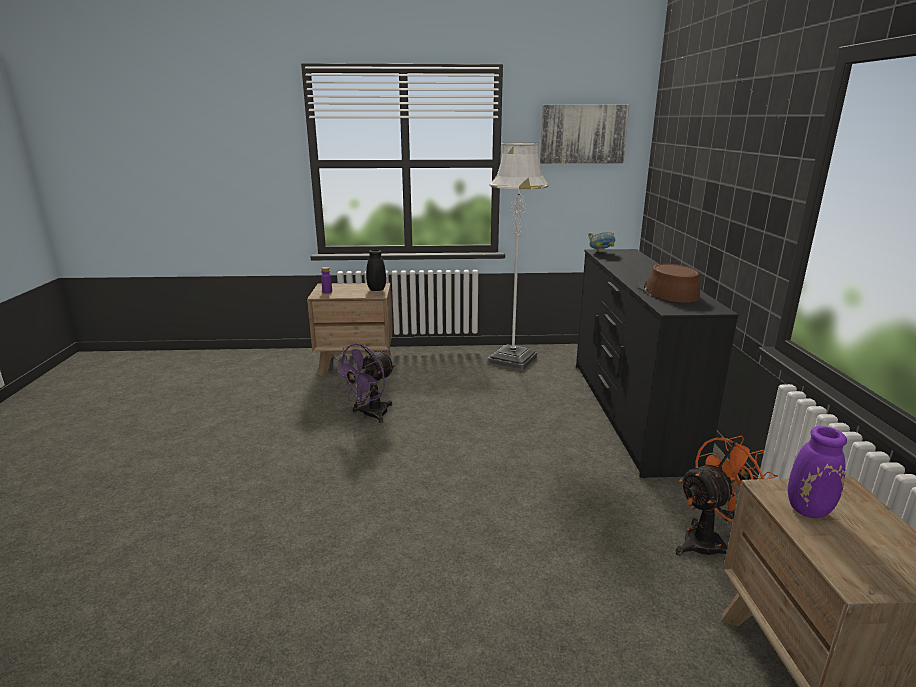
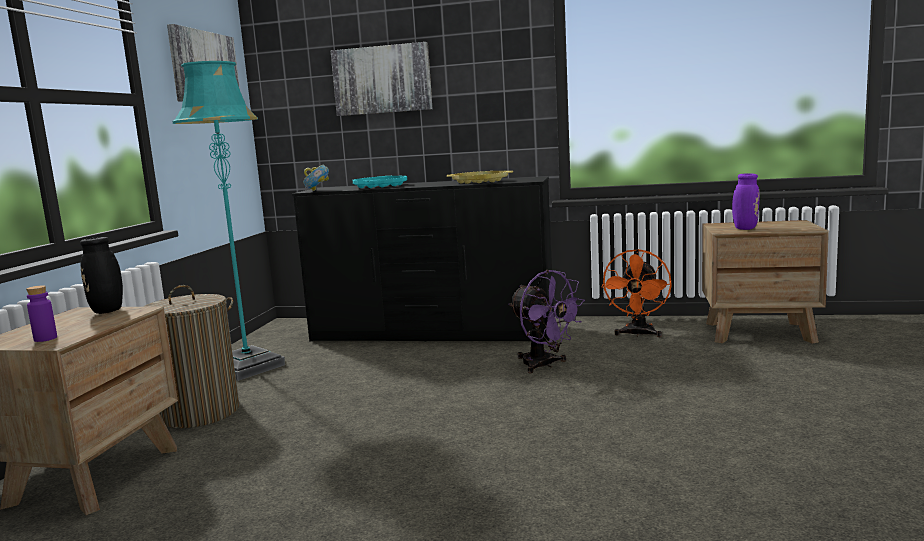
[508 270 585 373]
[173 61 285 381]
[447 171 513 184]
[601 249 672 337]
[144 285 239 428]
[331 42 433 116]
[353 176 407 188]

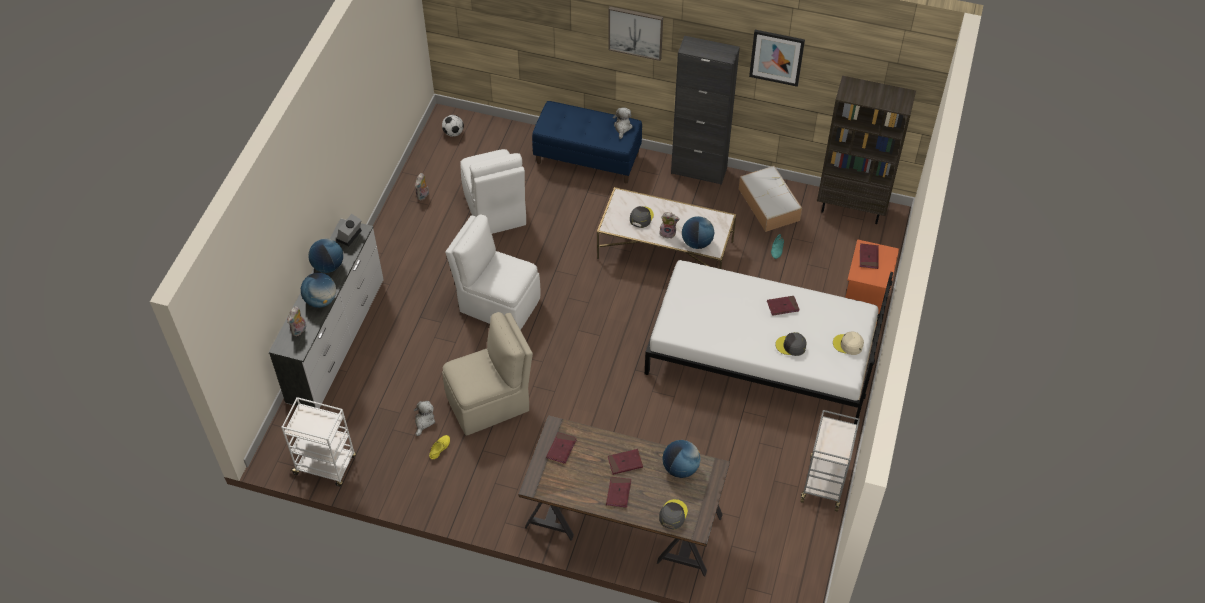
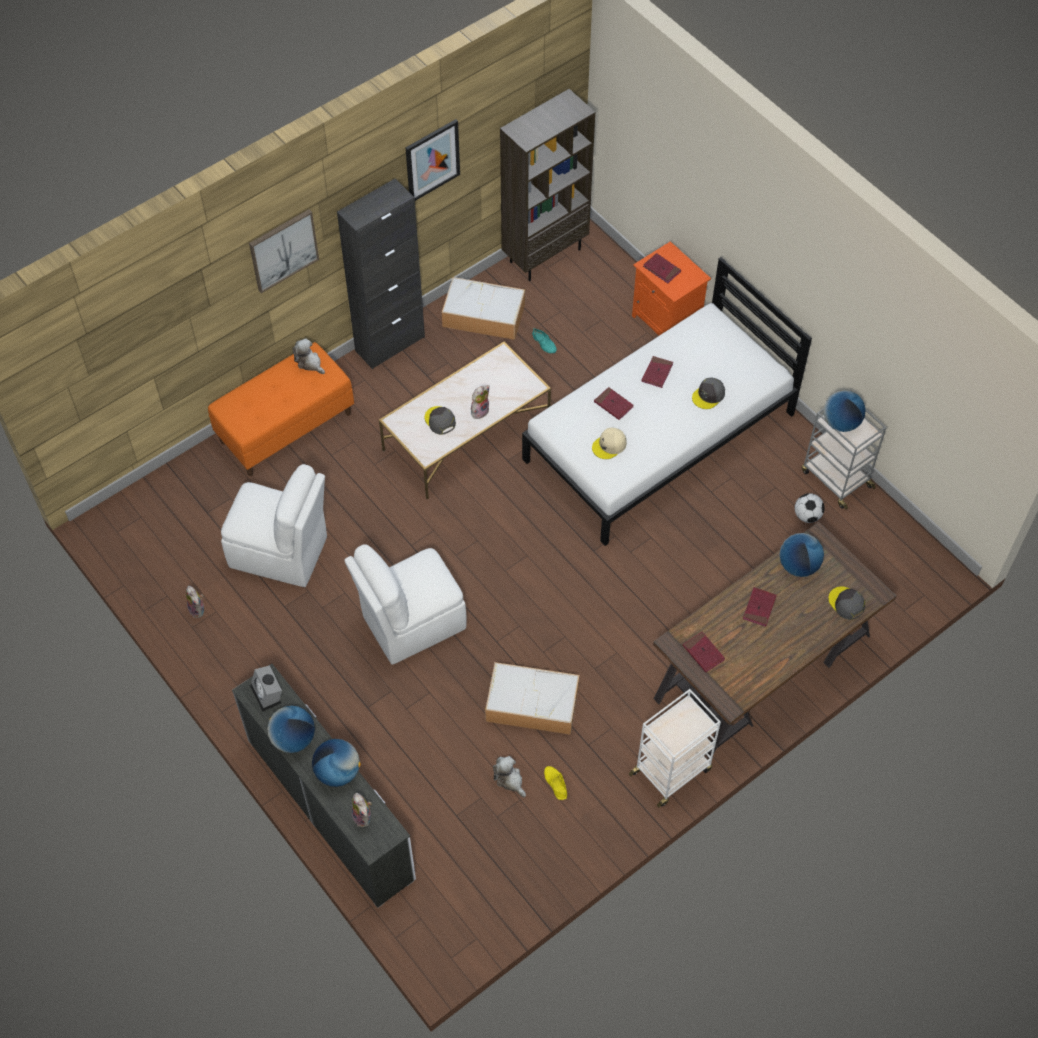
[629 689 721 808]
[795 493 825 523]
[485 662 579 735]
[208 342 354 476]
[594 387 633 420]
[823 390 866 432]
[592 428 627 459]

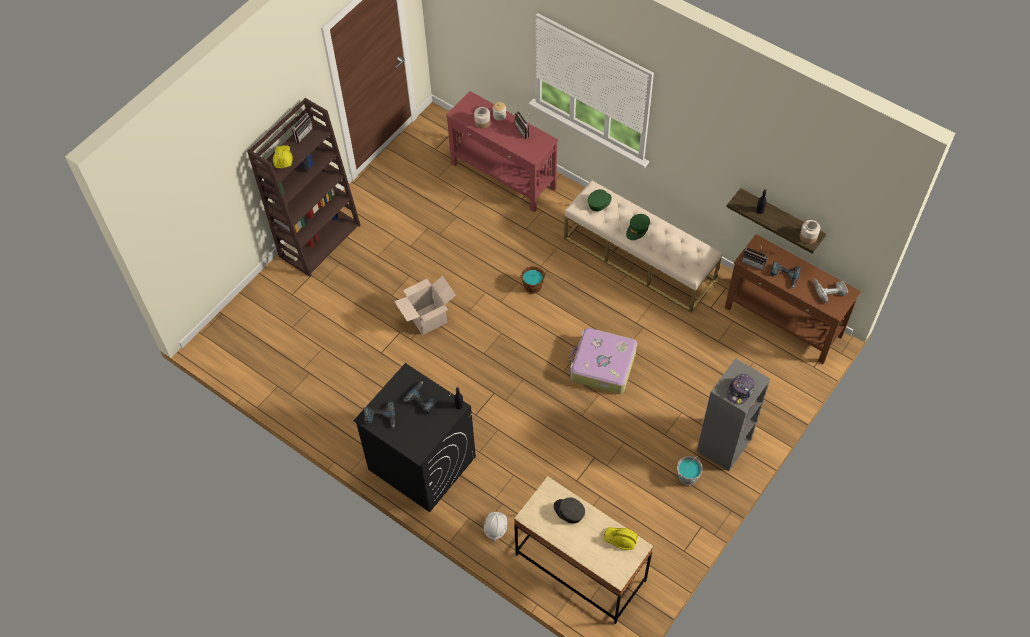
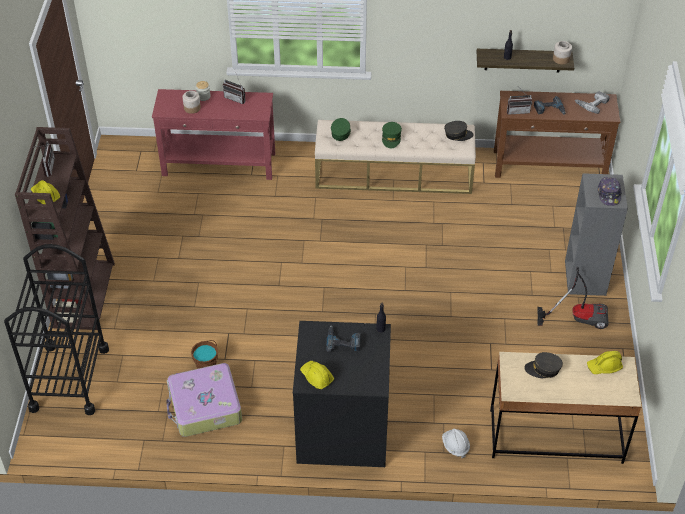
[300 361 334 389]
[394 276 456 335] (first image)
[191 340 218 369]
[166 363 242 437]
[537 267 609 329]
[4 244 109 415]
[444 121 473 141]

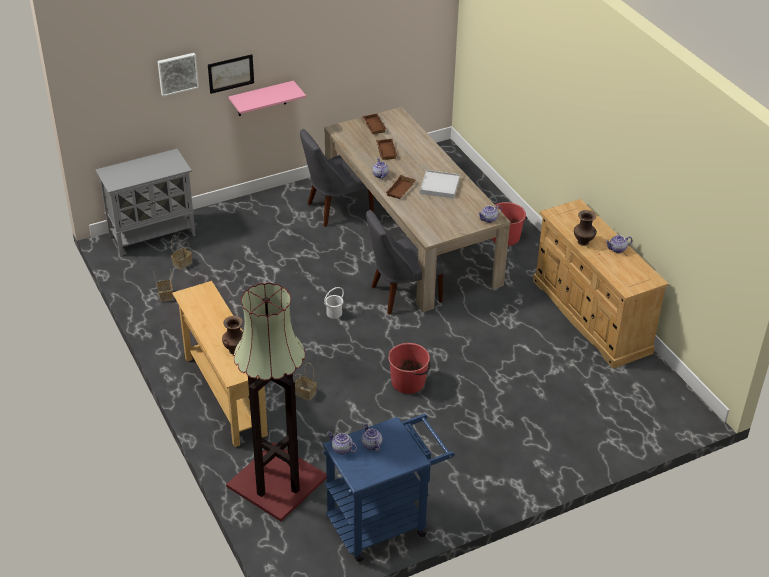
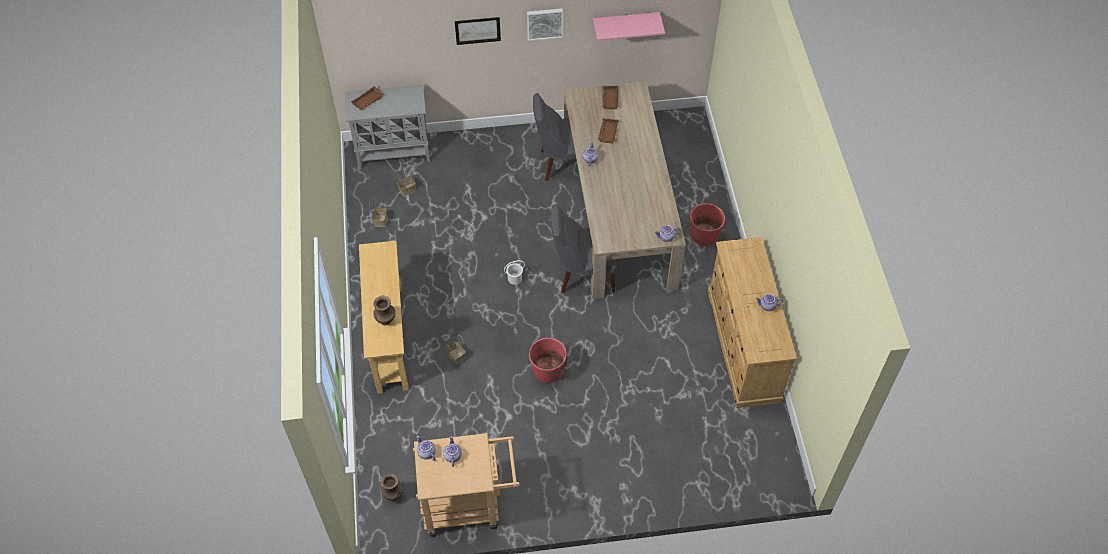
[527 8 563 41]
[226 283 327 521] (first image)
[593 12 665 41]
[413 433 520 537]
[351 86 384 110]
[420 170 460 199] (first image)
[381 473 403 500]

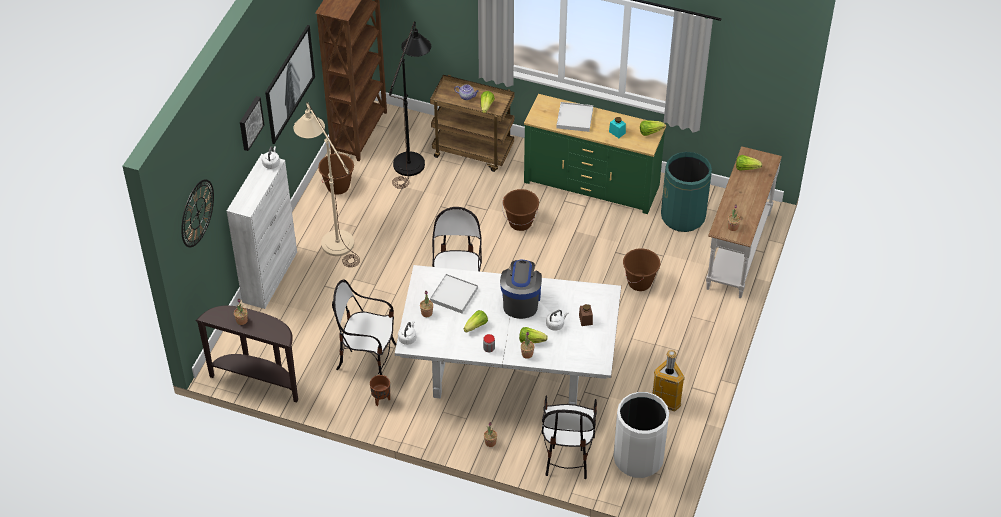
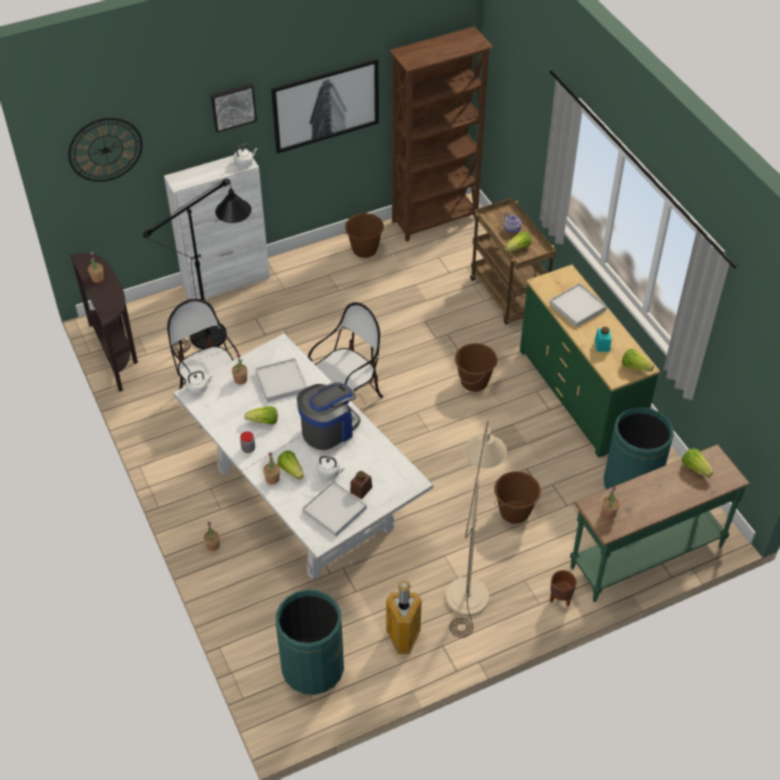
[446 422 507 638]
[550 570 577 606]
[143 179 252 353]
[542 395 597 479] (first image)
[276 589 344 695]
[570 444 750 602]
[302 481 367 537]

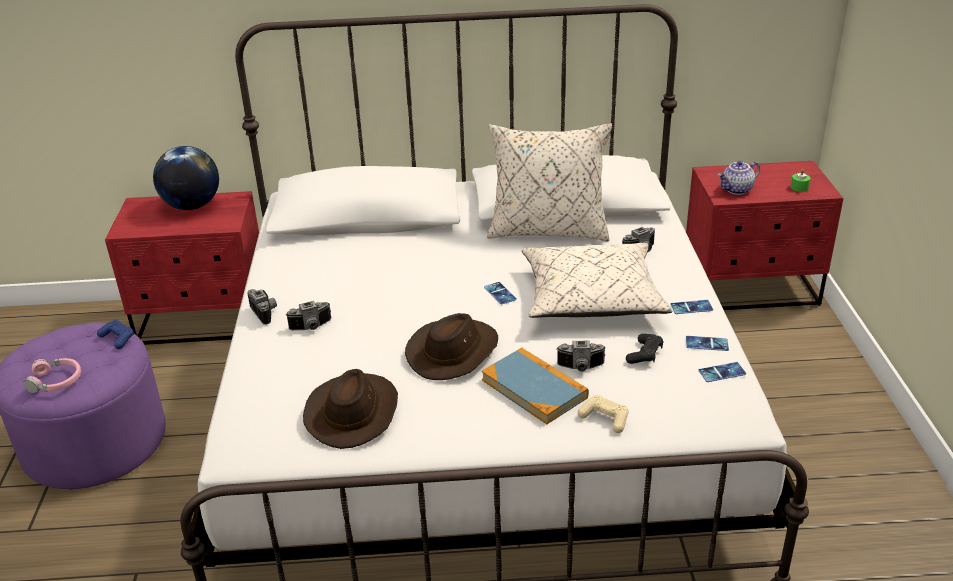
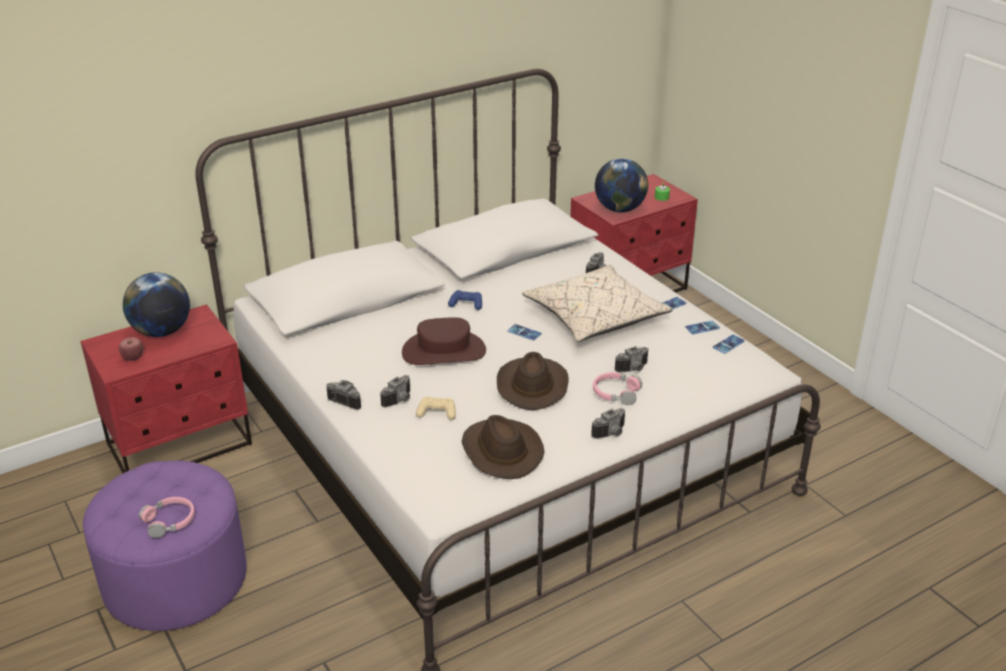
[448 290 482 310]
[593 372 642 405]
[487 123 612 242] (first image)
[416 396 456 420]
[626 334 663 364] (first image)
[595 158 648 212]
[119 337 143 361]
[402 317 486 365]
[591 408 625 439]

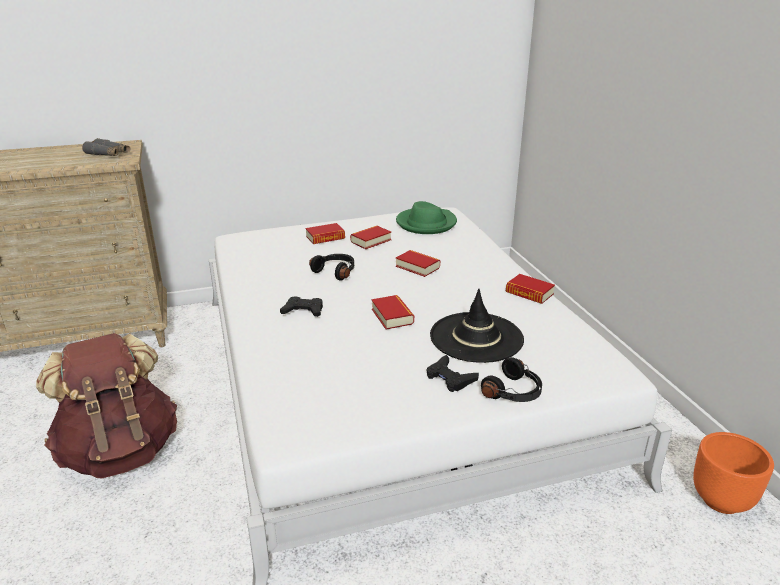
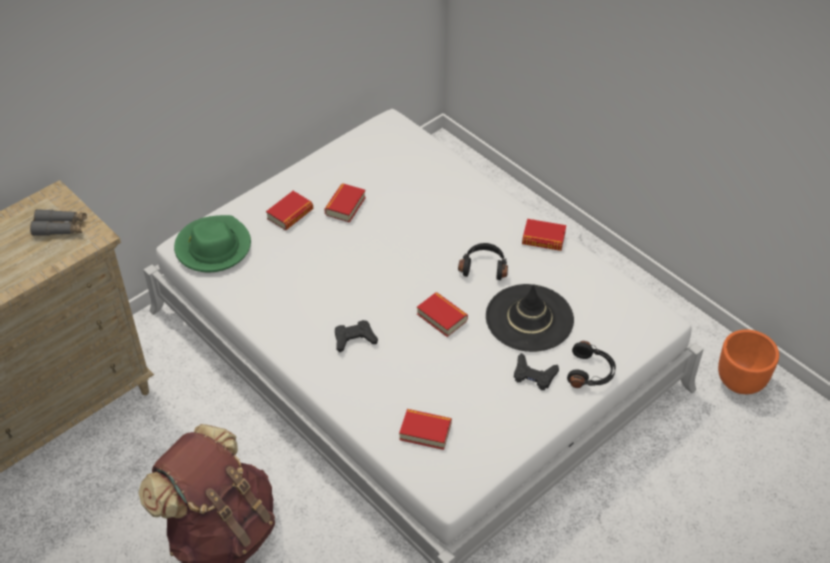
[458 243 508 280]
[174 215 251 272]
[399 409 452 450]

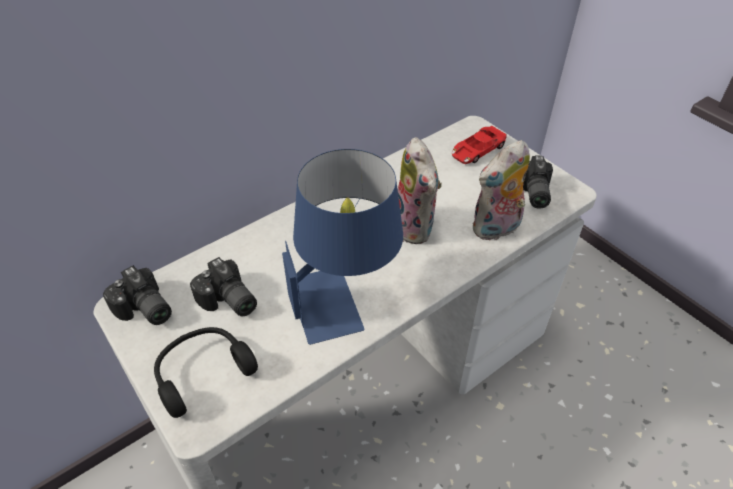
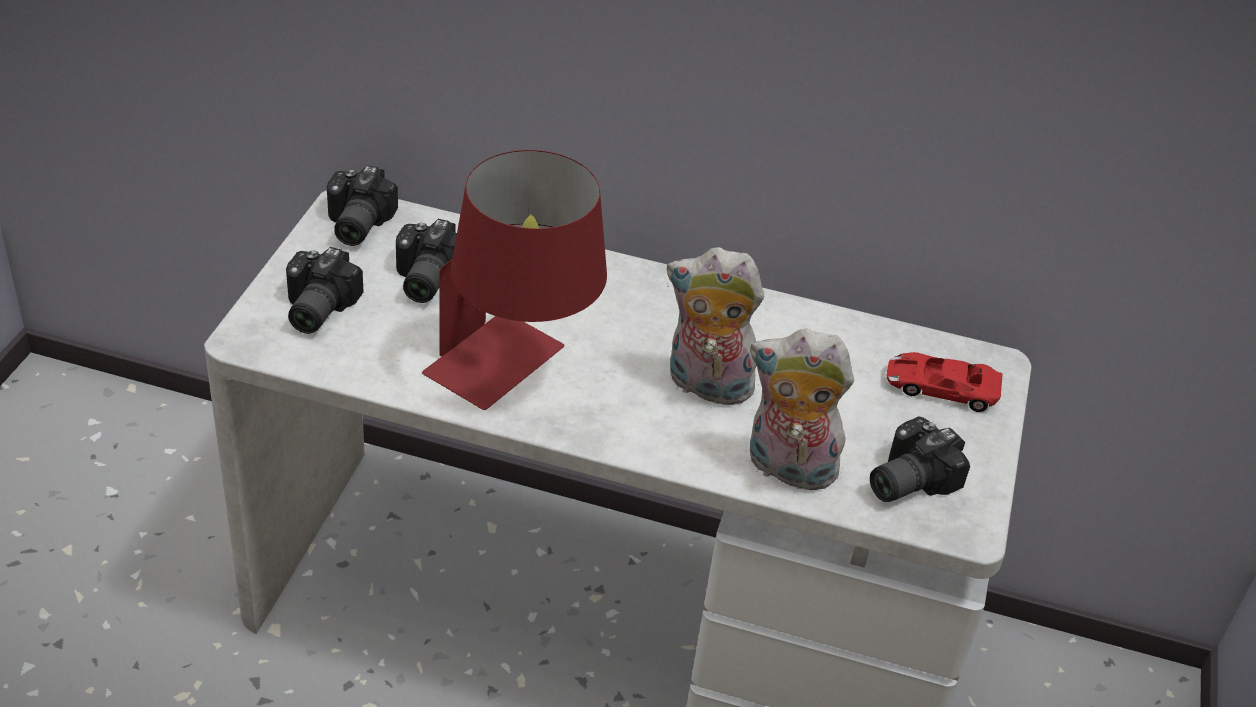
[286 247 364 334]
[422 150 607 410]
[667 247 764 405]

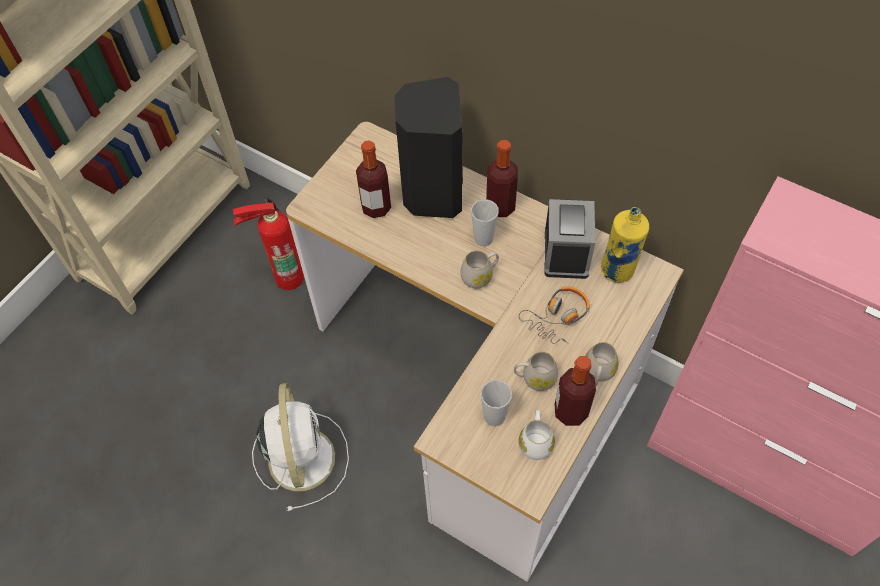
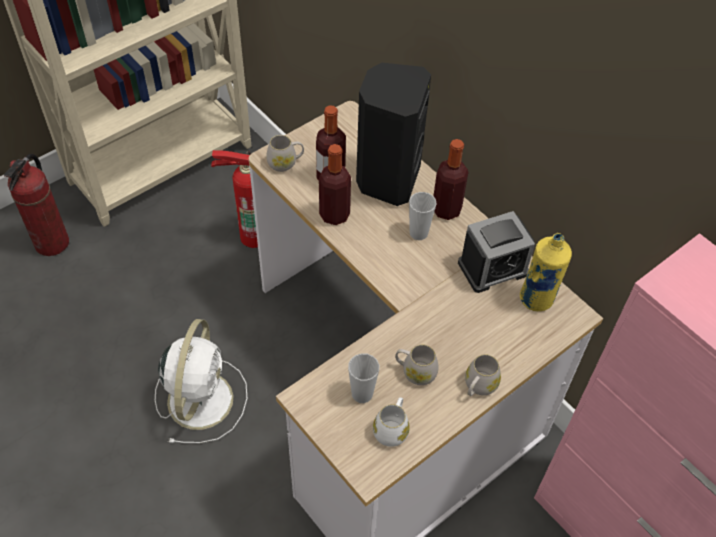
[266 135 304 172]
[519 287 590 344] (first image)
[458 211 535 293]
[319 144 351 225]
[4 154 69 256]

